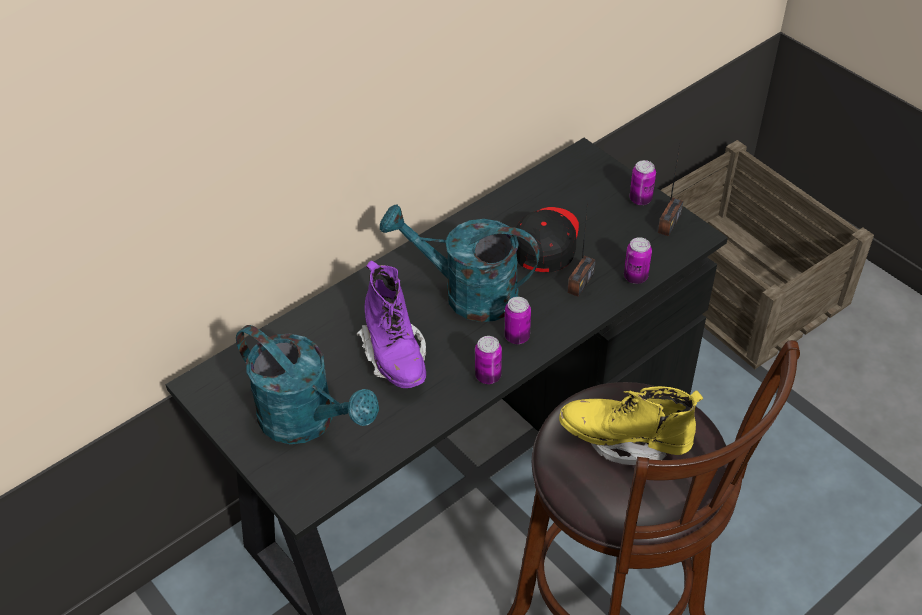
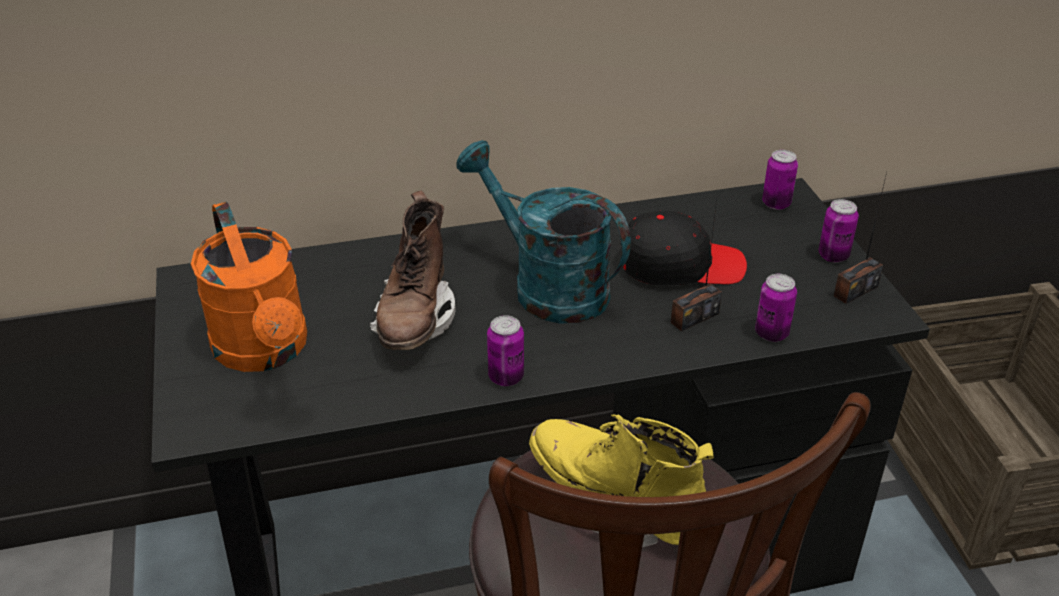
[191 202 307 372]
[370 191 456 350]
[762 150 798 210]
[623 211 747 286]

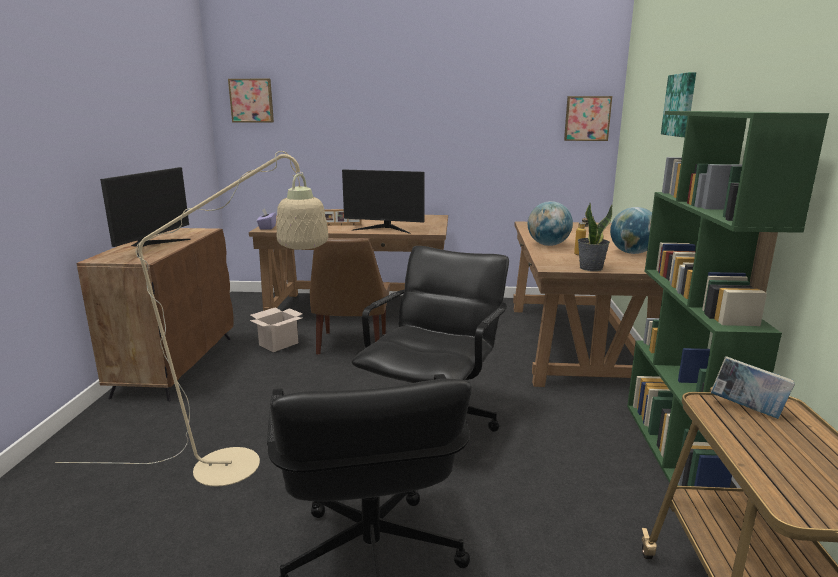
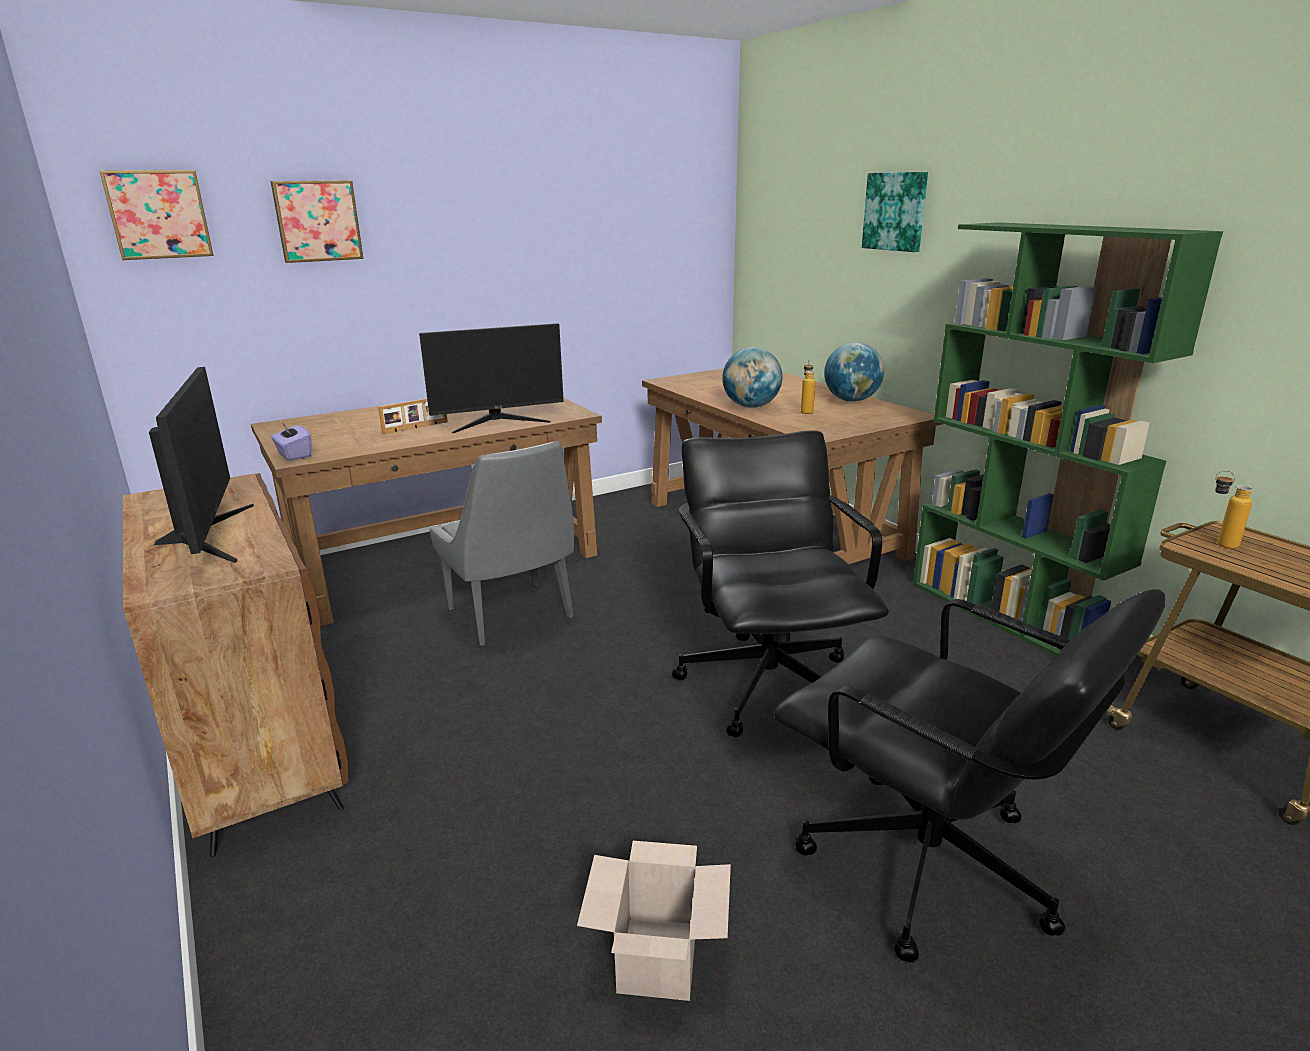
[55 151 329 486] (first image)
[577 841 731 1001]
[429 441 574 645]
[271 180 363 263]
[578 203 613 271] (first image)
[1215 470 1253 549]

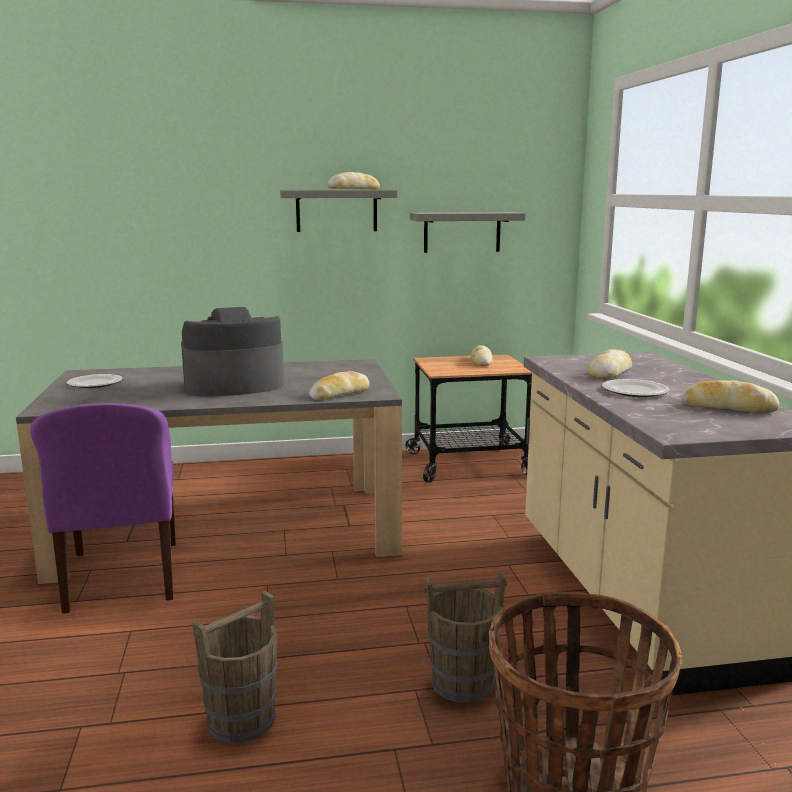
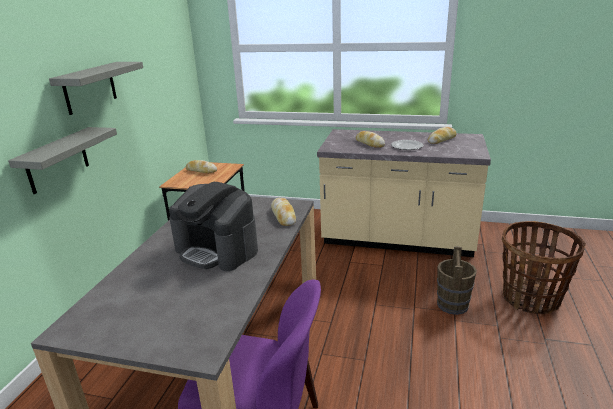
[67 374 123 388] (first image)
[169 182 258 271]
[192 591 278 743] (first image)
[328 172 380 190] (first image)
[8 127 117 194]

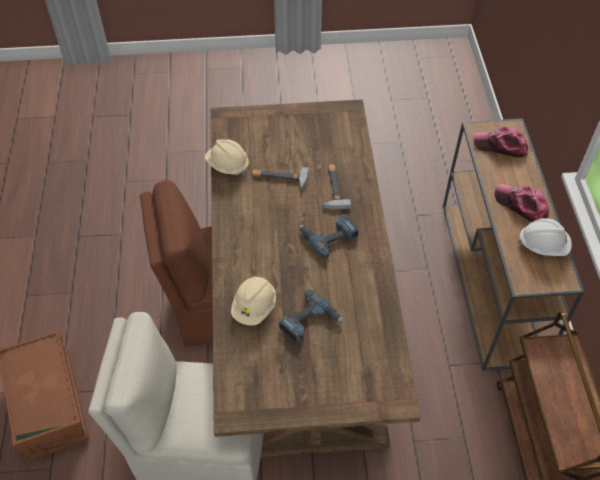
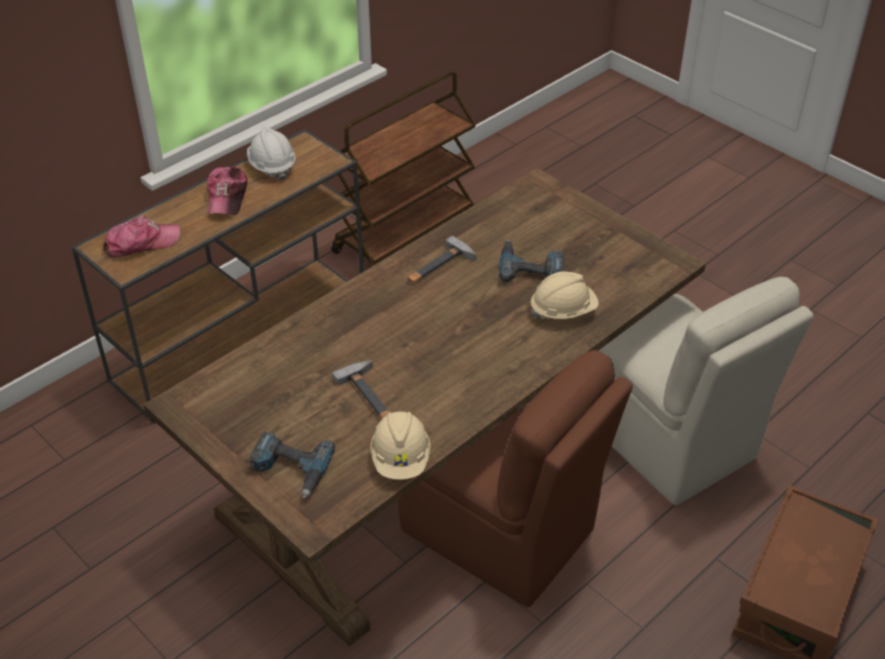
[249 432 335 498]
[407 236 476 284]
[103 216 180 258]

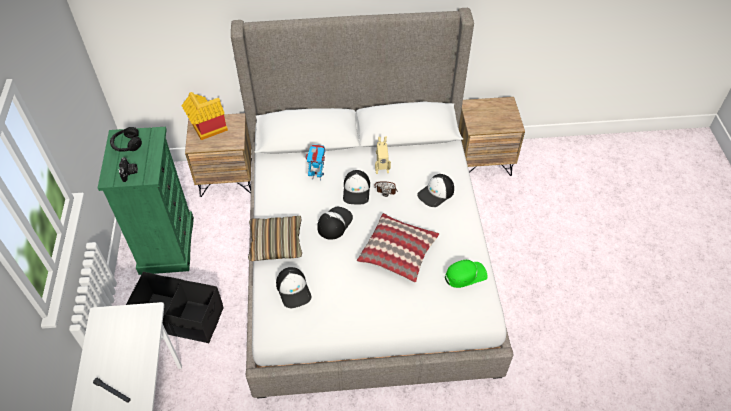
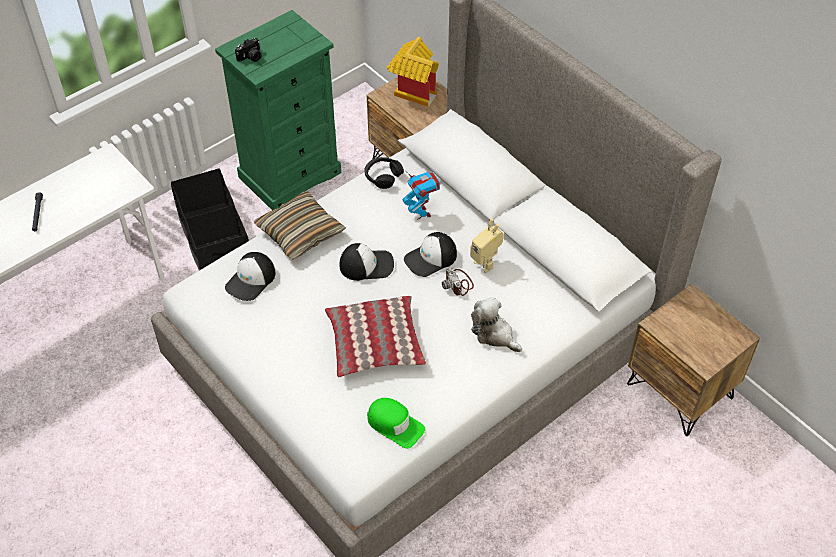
[364 157 404 189]
[471 297 522 352]

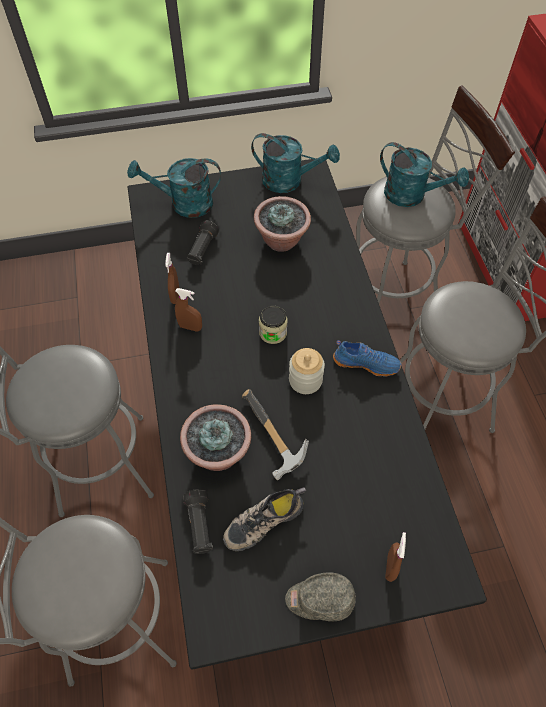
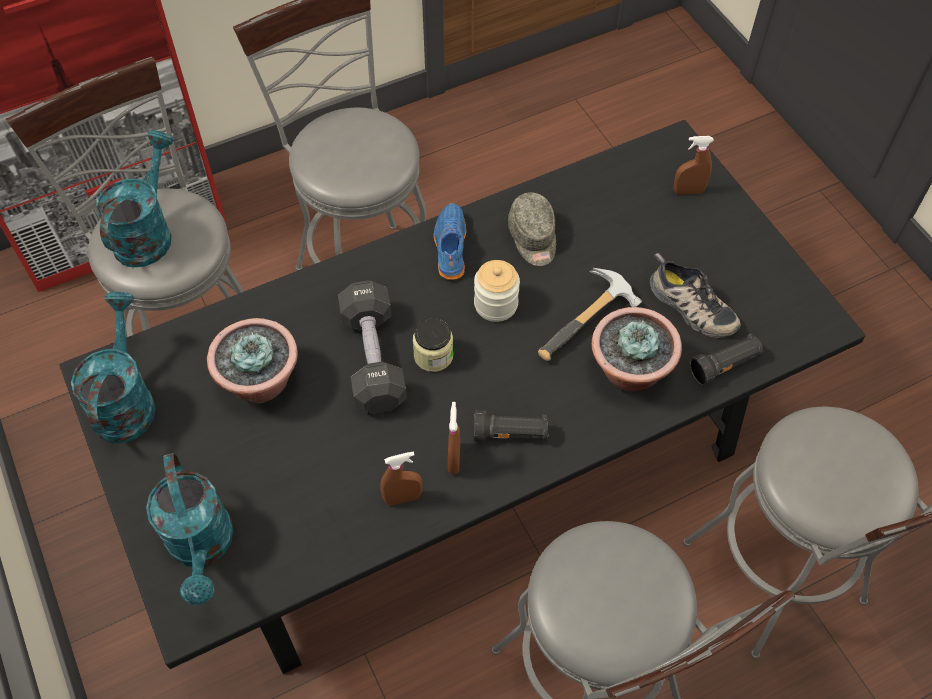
[474 410 549 442]
[508 192 556 266]
[338 280 407 414]

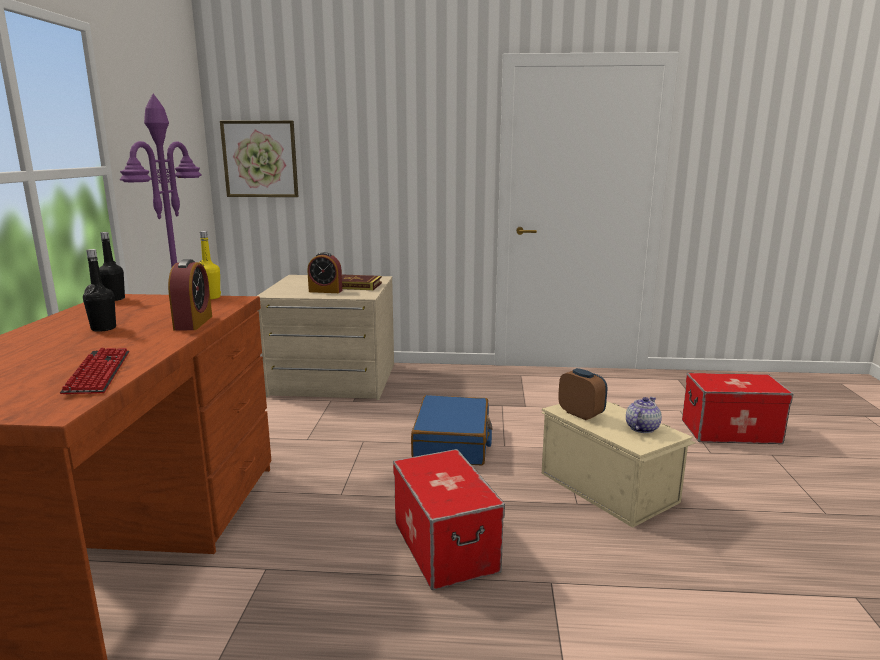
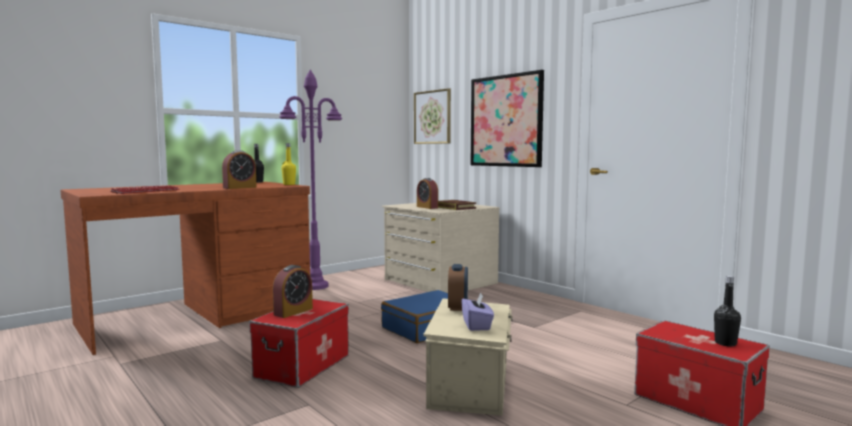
[714 276 741 347]
[461 292 494 331]
[273 265 313 318]
[471 70 544 167]

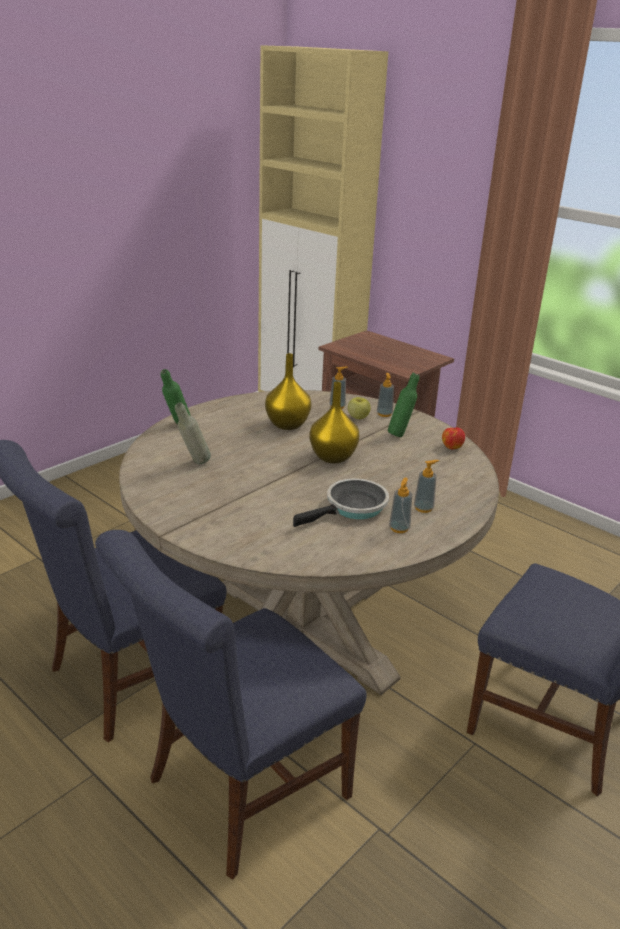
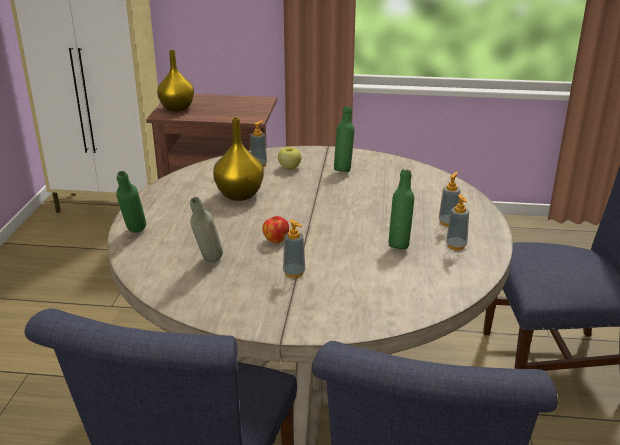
[389 169 414 249]
[157 50 194 112]
[283 219 306 278]
[262 216 289 243]

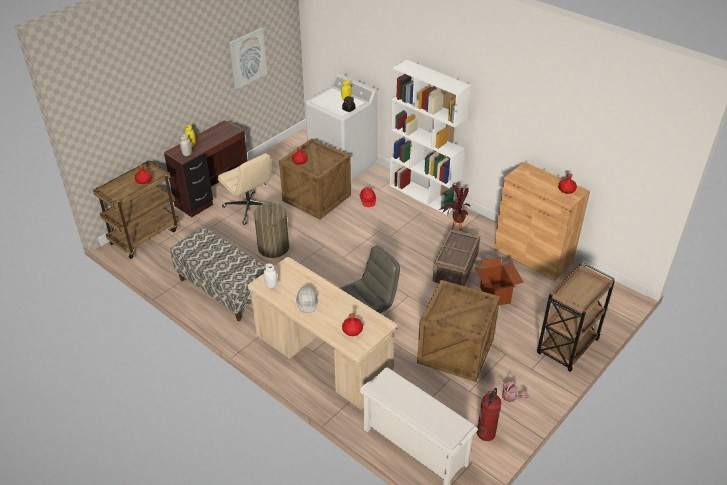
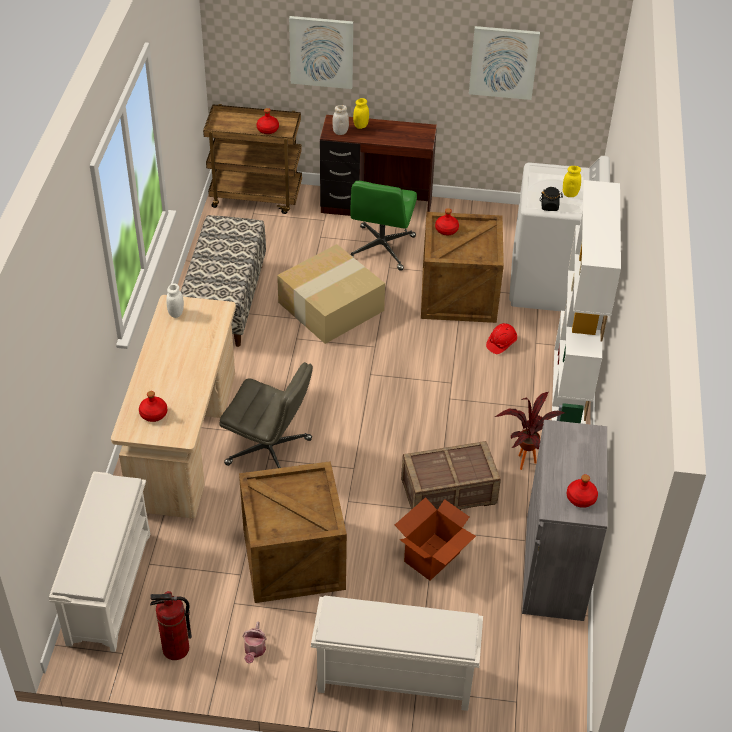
[350 181 417 271]
[277 244 385 344]
[296 286 318 313] (first image)
[522 420 607 621]
[311 596 483 711]
[289 16 353 89]

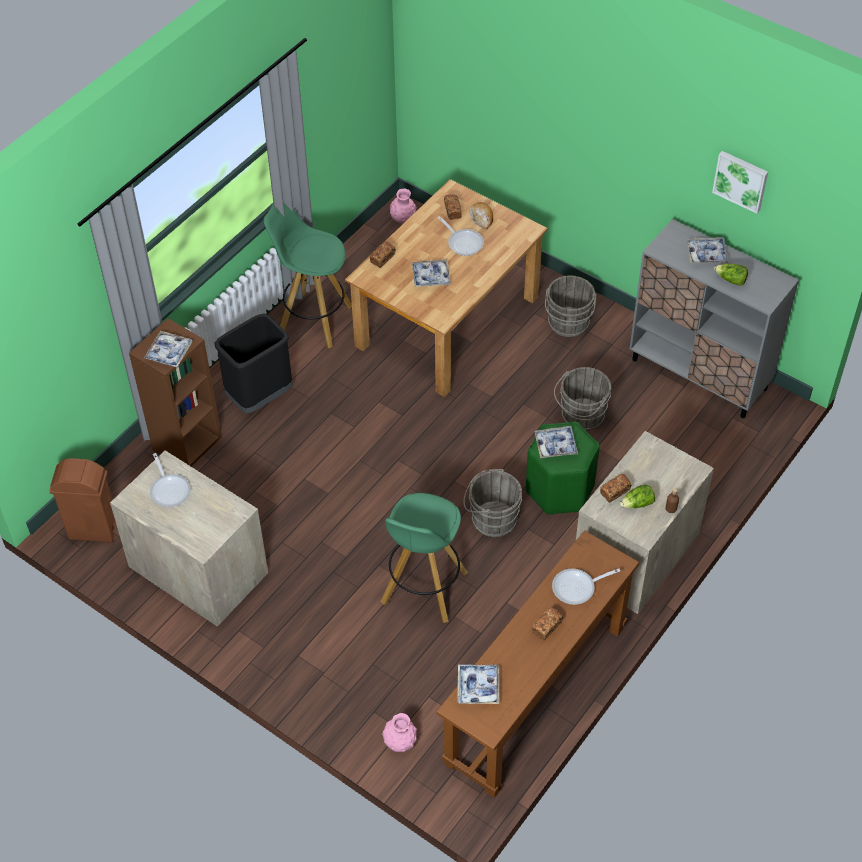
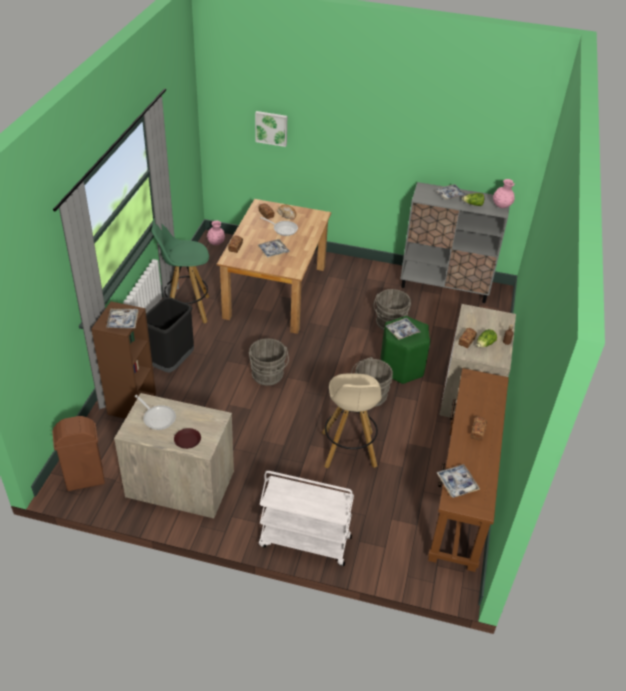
[322 373 382 468]
[493 179 515 208]
[249 338 289 386]
[552 569 620 605] (first image)
[255 111 287 147]
[174 428 201 449]
[259 471 354 566]

